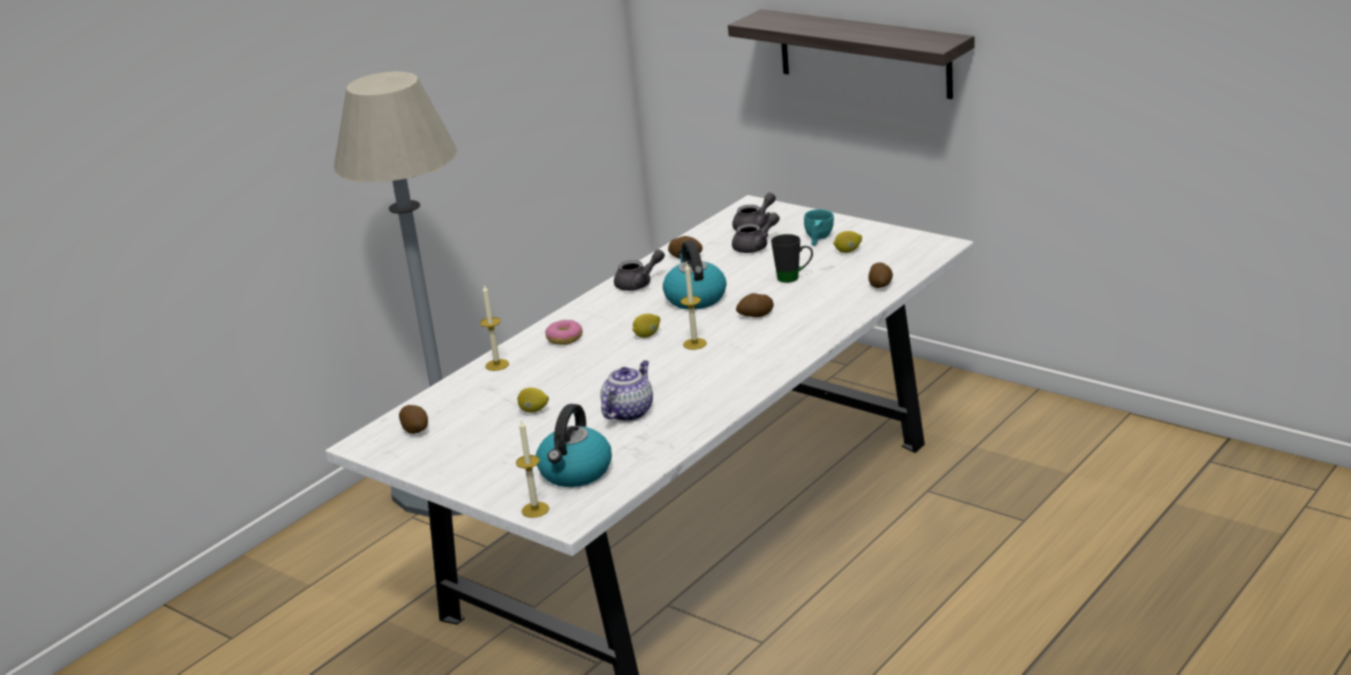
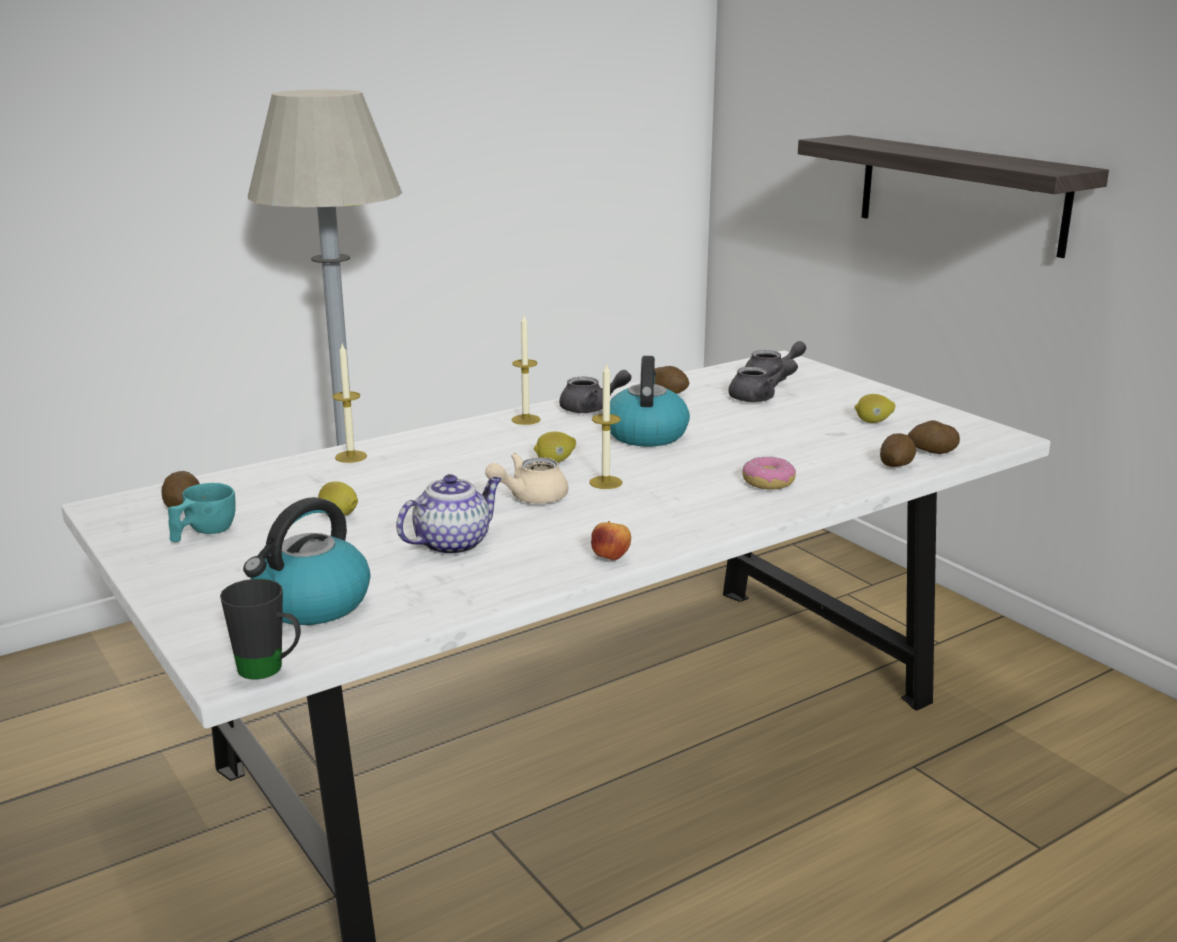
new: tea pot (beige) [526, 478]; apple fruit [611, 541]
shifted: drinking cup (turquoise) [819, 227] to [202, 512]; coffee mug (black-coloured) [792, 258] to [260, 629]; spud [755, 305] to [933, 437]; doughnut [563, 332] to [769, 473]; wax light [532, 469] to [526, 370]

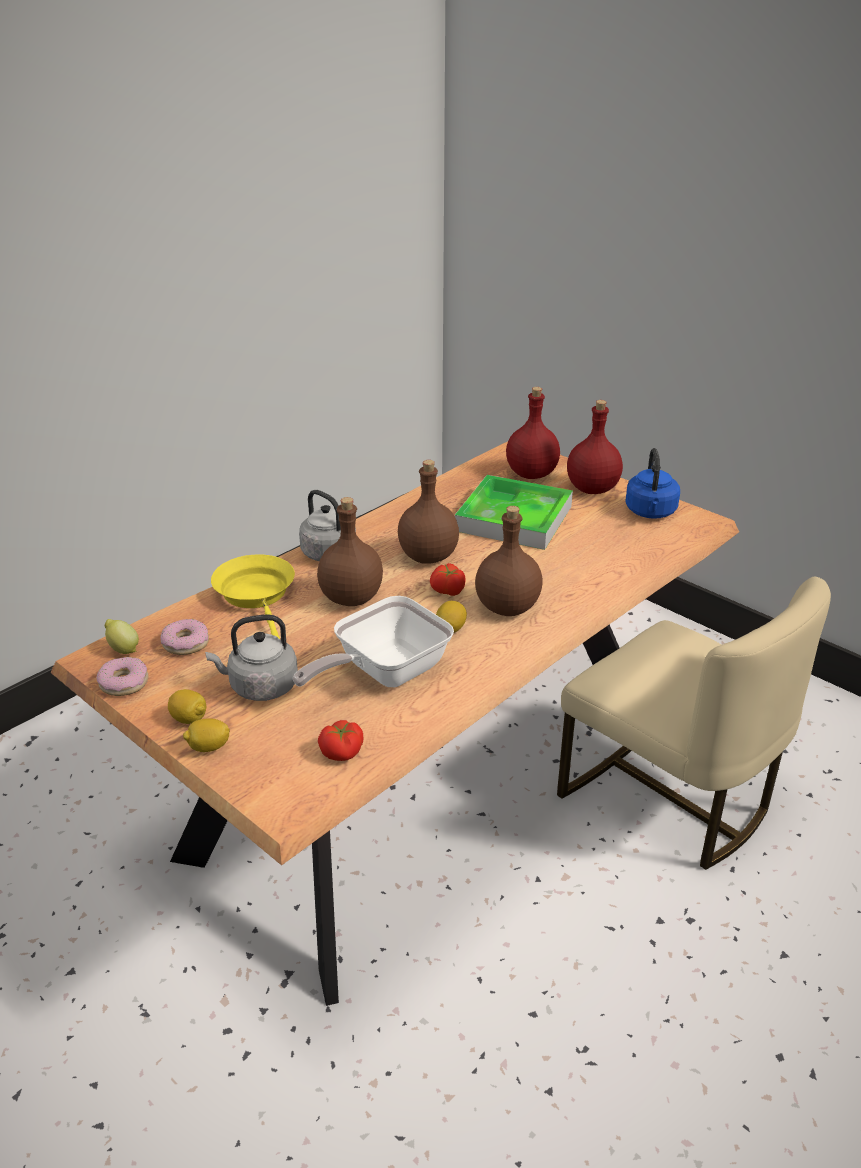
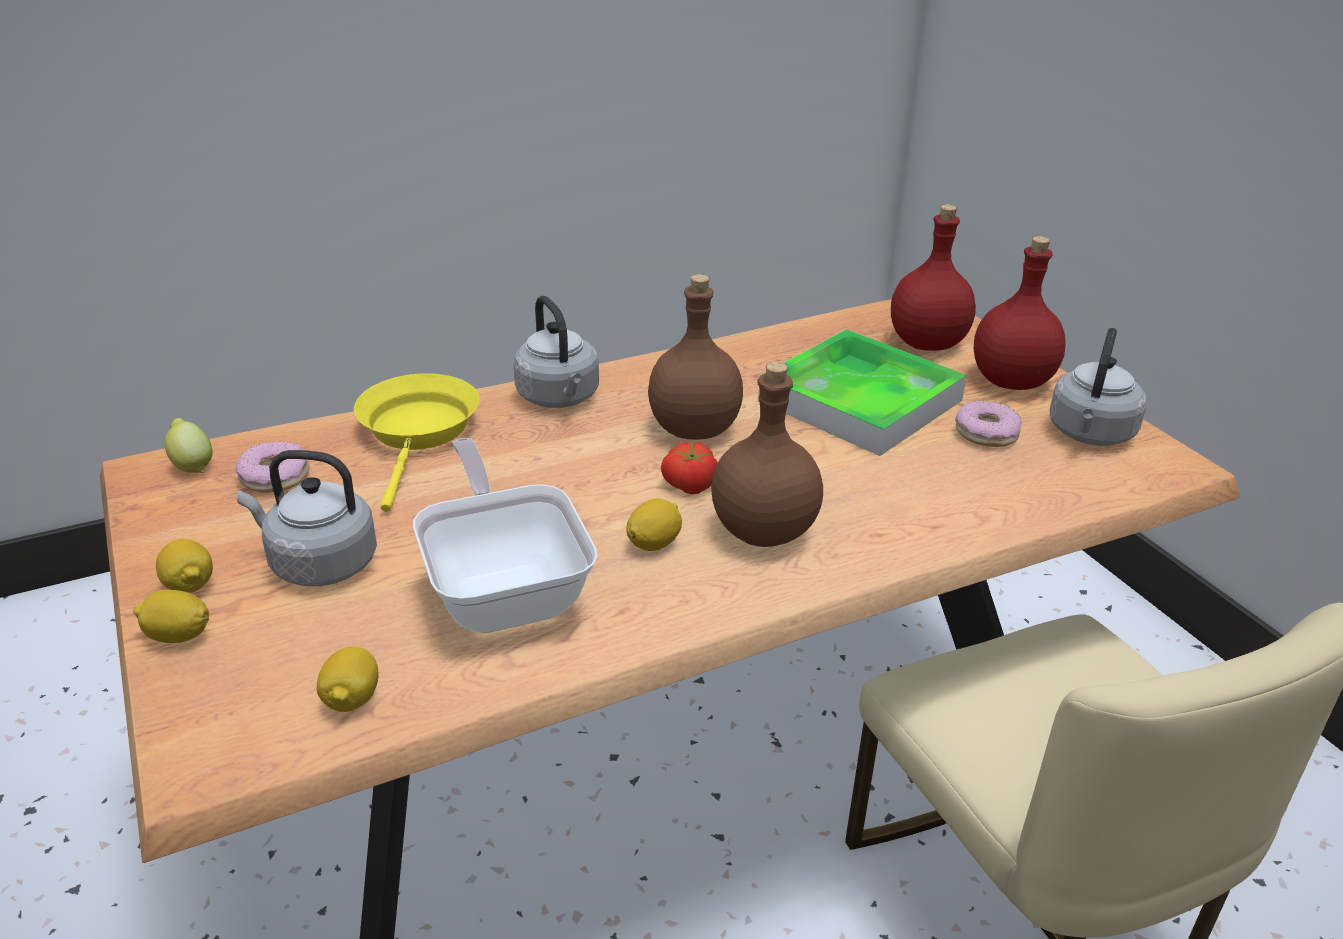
gone: beverage bottle (brown-coloured) [350, 551]
shifted: doughnut [122, 676] to [988, 424]
swapped: tomato [340, 740] to citrus fruit [348, 679]
repainted: tea kettle (bluish) [652, 483] to tea kettle (gray) [1098, 387]
rotated: frying pan [373, 641] = [505, 535] 90 degrees clockwise

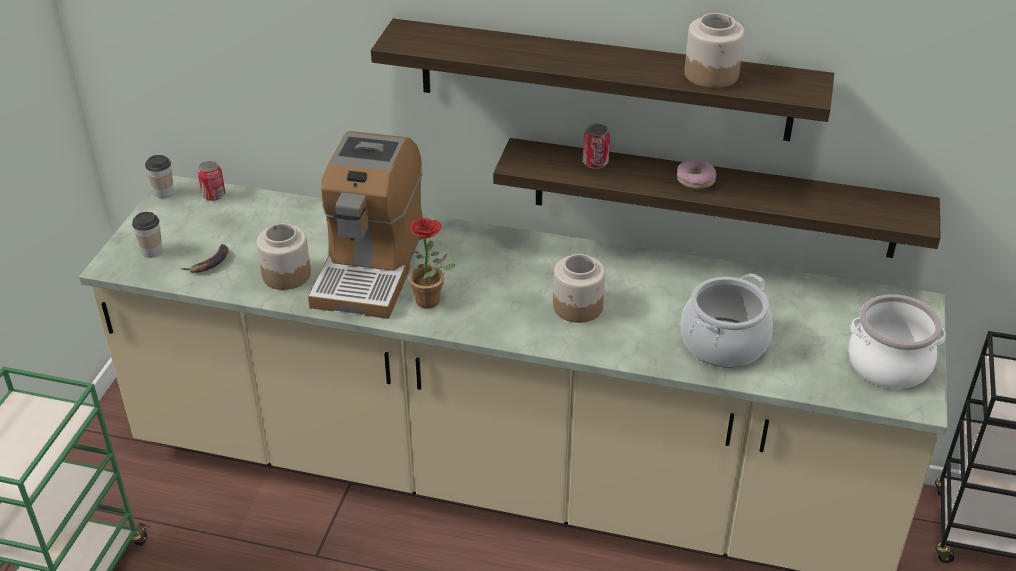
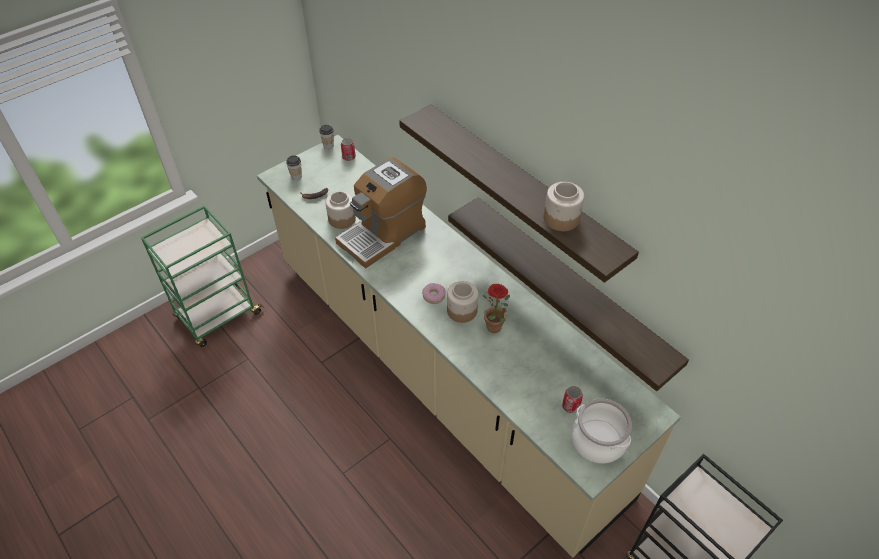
gone: stockpot [727, 320]
shifted: metal can [596, 146] to [572, 399]; doughnut [696, 174] to [433, 293]; plant in a pot [428, 263] to [496, 308]

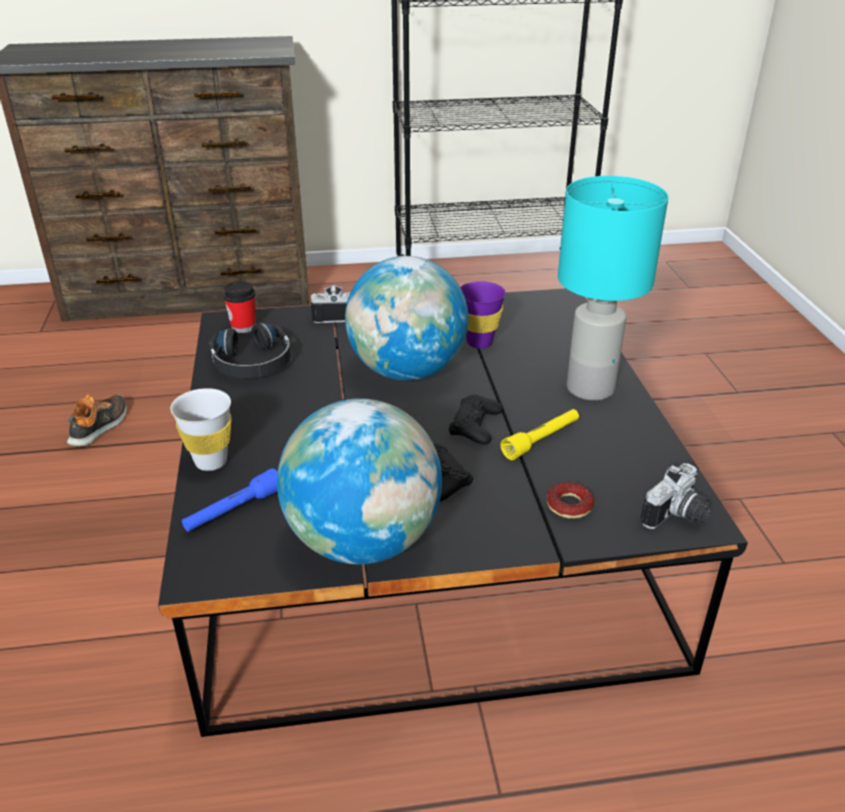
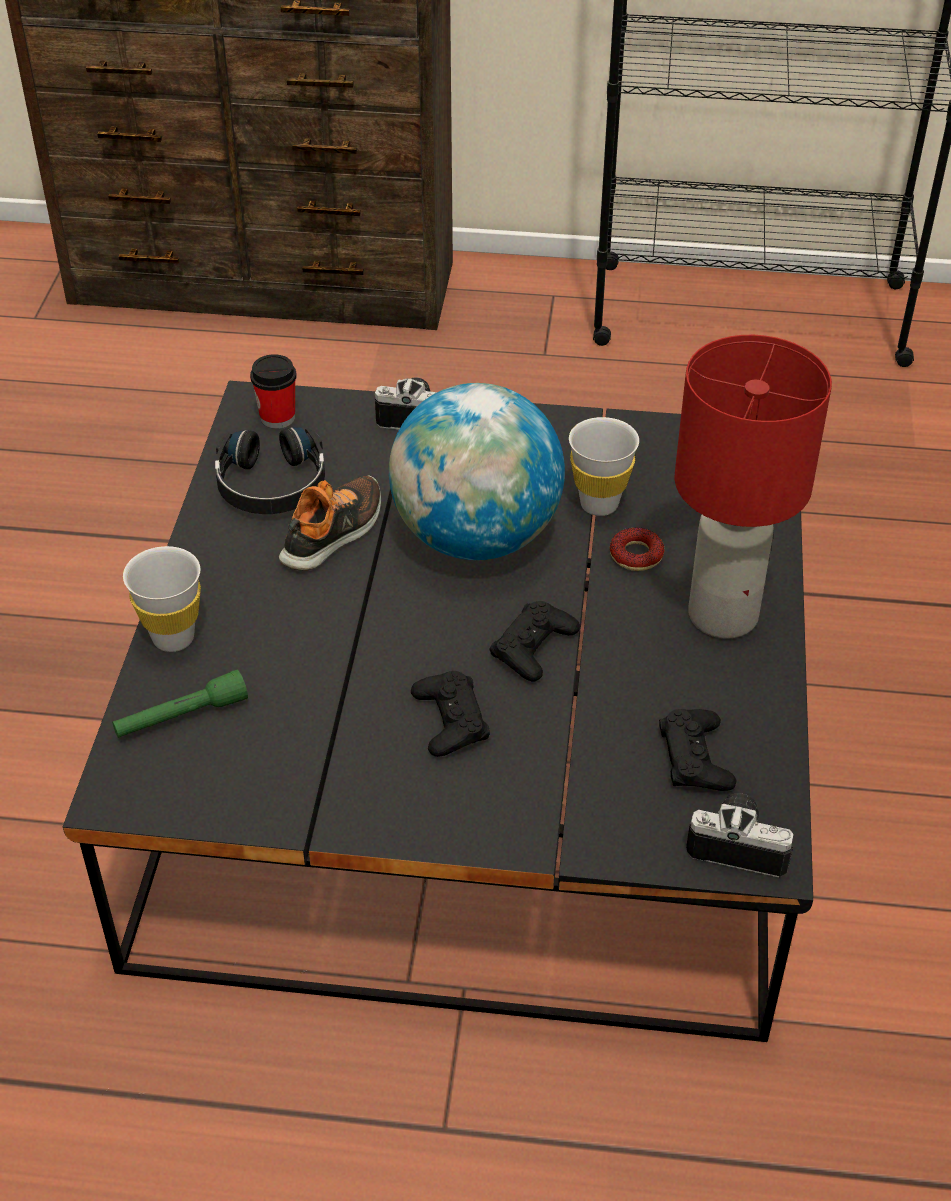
gone: desk globe [359, 481]; flashlight (yellowish) [540, 434]
new: game controller (black-coloured) [697, 750]
shifted: shoe [97, 420] to [330, 523]; doughnut [570, 500] to [637, 549]
repainted: tabletop lamp (turquoise) [613, 288] to tabletop lamp (red-coloured) [753, 487]; drinking cup (purplish) [483, 315] to drinking cup (white) [604, 466]; flashlight (bluish) [229, 500] to flashlight (green) [180, 704]
rotated: still camera [676, 496] = [739, 835] 135 degrees counterclockwise

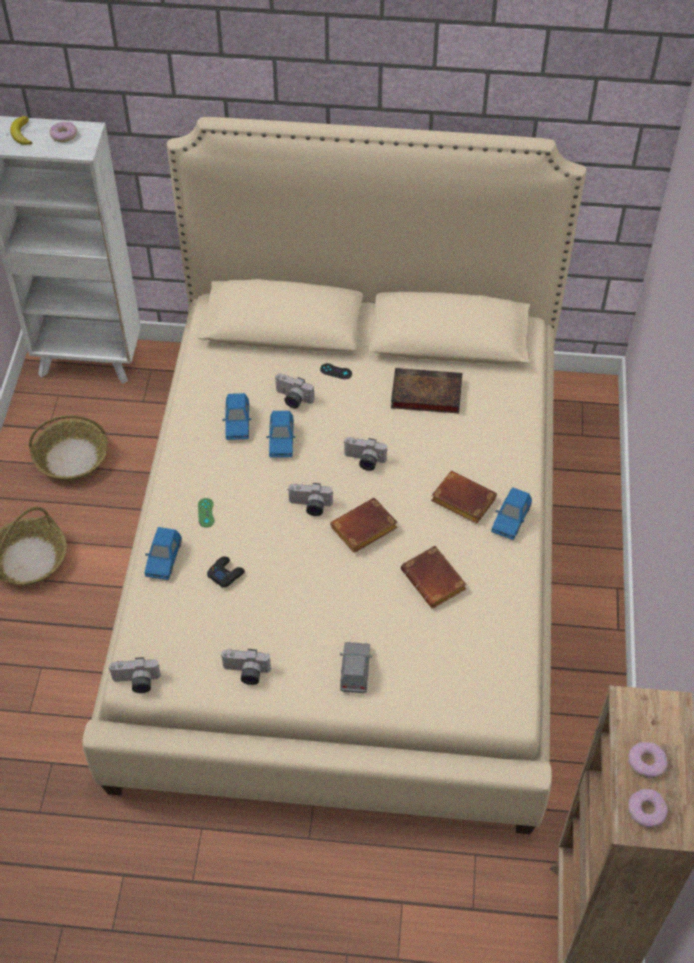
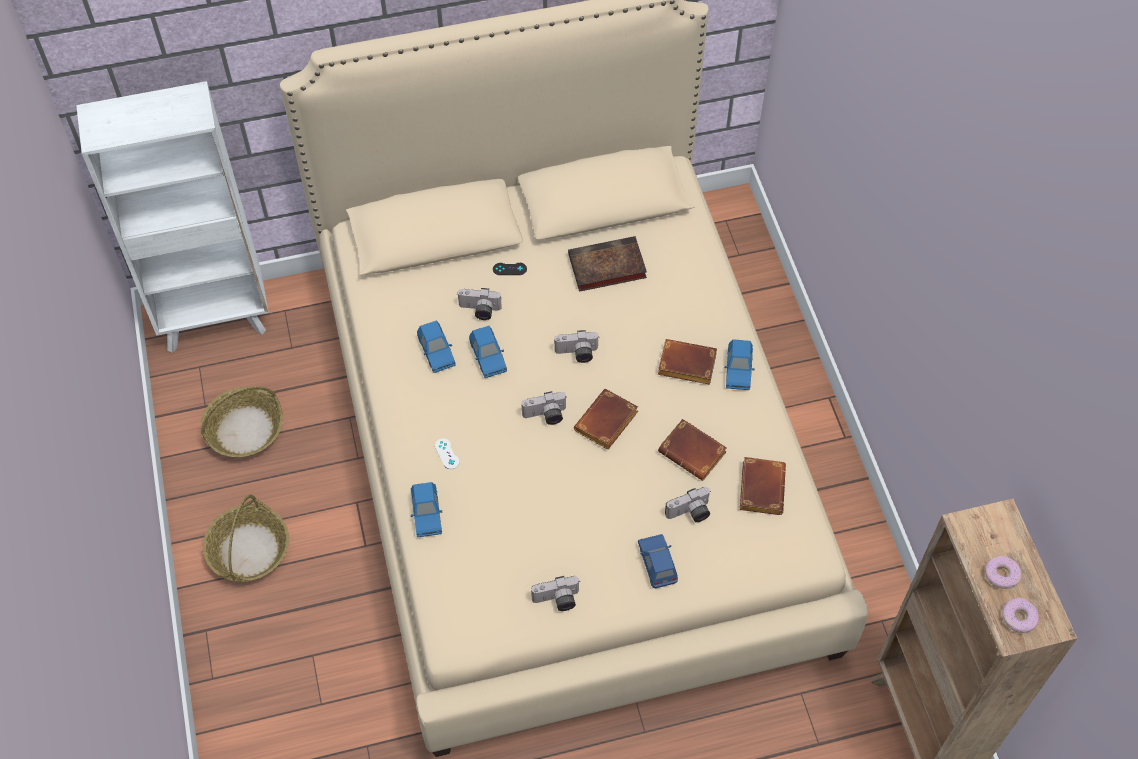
gone: banana fruit [21, 130]; doughnut [63, 132]; game controller (black-coloured) [226, 571]
new: book (brown-coloured) [763, 486]
shifted: still camera [134, 675] to [688, 504]
repainted: game controller (green) [206, 513] to game controller (white) [447, 453]; toy car (gray) [356, 667] to toy car (bluish) [658, 561]

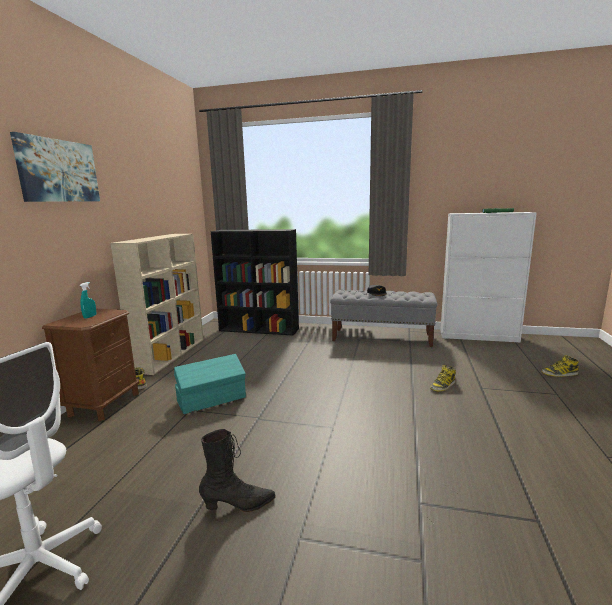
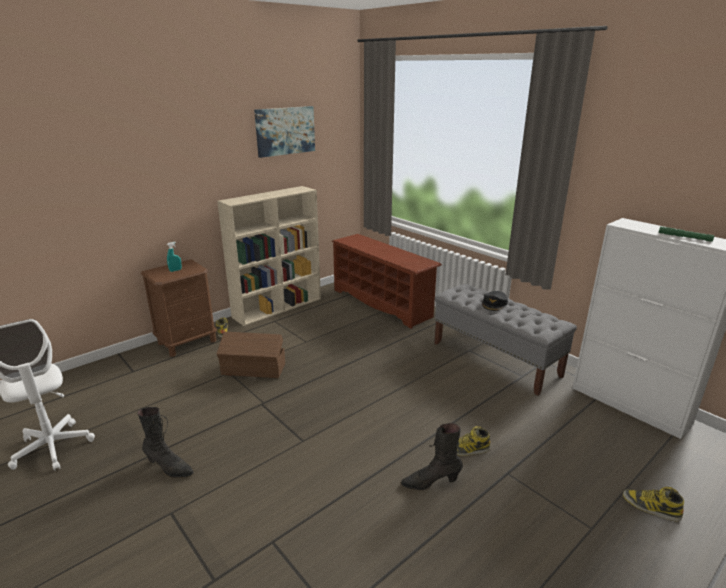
new: boot (black-coloured) [432, 456]
shifted: wall art [55, 167] to [284, 132]
swapped: bookcase (black-coloured) [255, 282] to shoe shelf (brown-coloured) [387, 281]
repainted: storage bin (turquoise) [210, 384] to storage bin (brown-coloured) [251, 355]

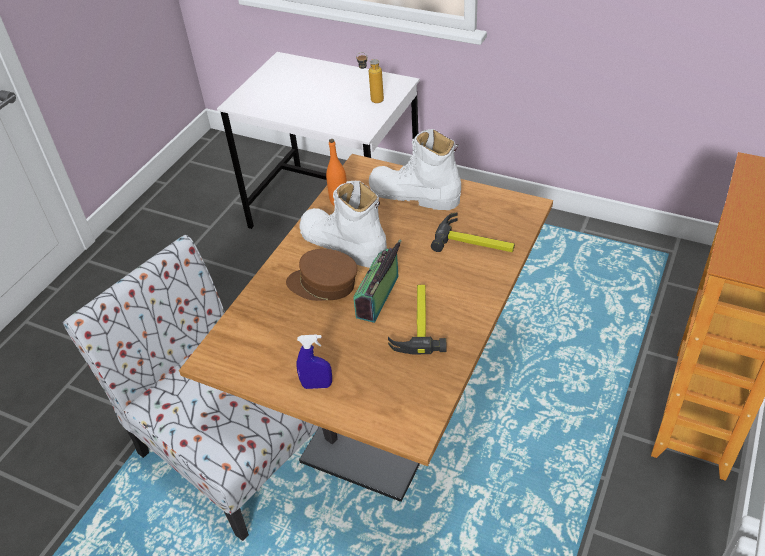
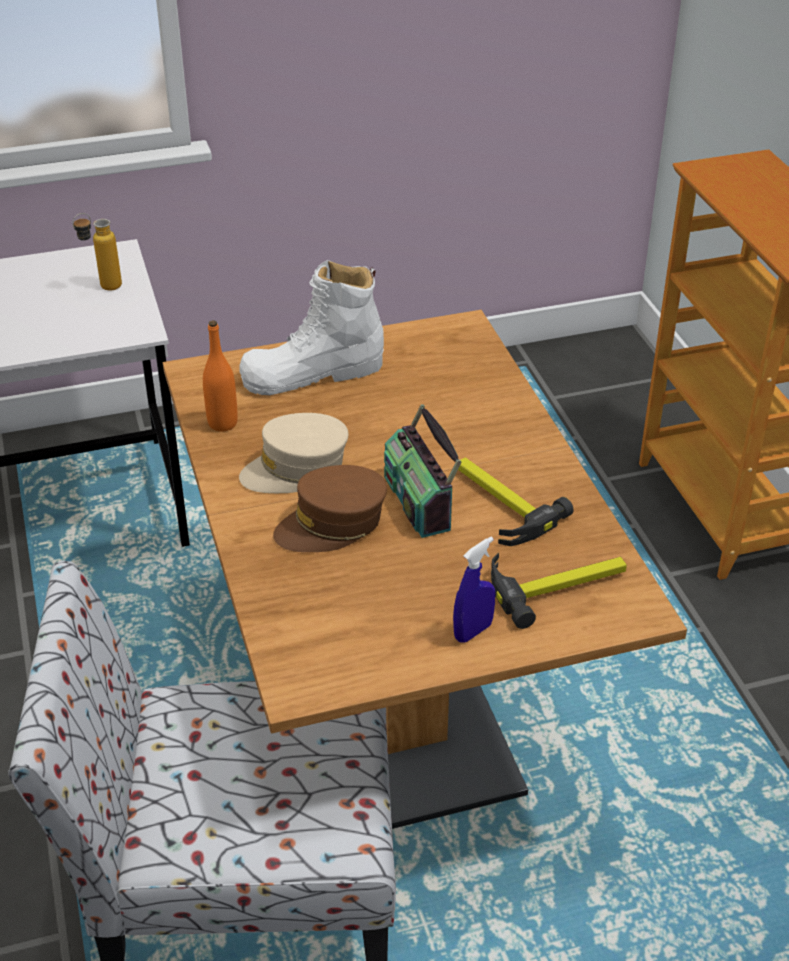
shifted: hammer [473, 232] to [559, 591]
swapped: boot (white) [343, 224] to peaked cap (beige) [294, 453]

